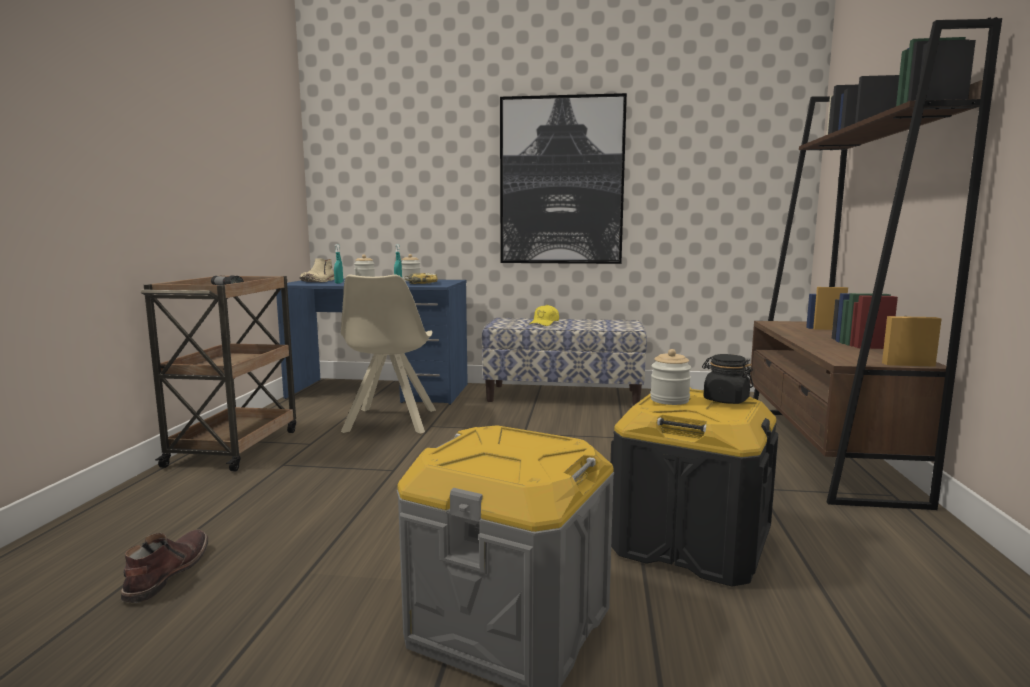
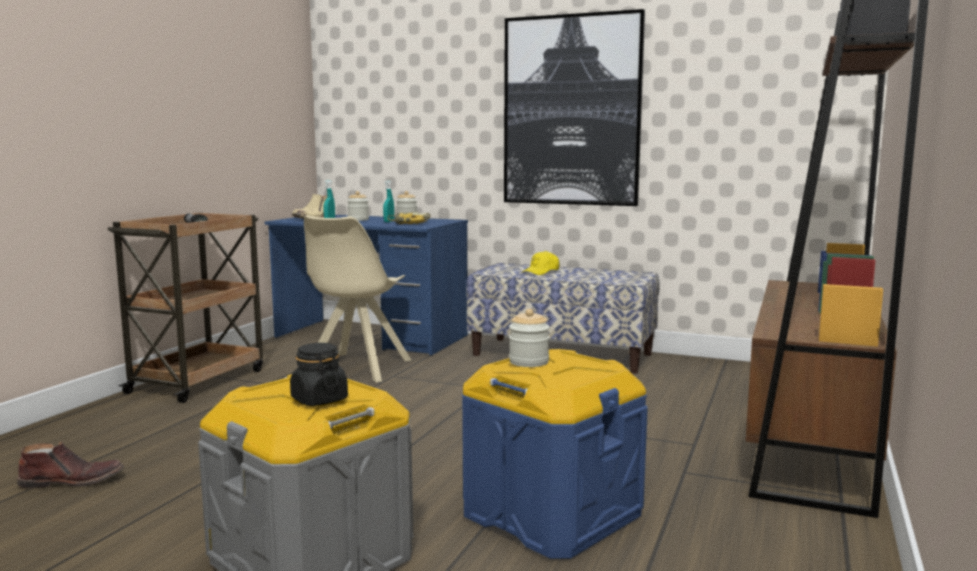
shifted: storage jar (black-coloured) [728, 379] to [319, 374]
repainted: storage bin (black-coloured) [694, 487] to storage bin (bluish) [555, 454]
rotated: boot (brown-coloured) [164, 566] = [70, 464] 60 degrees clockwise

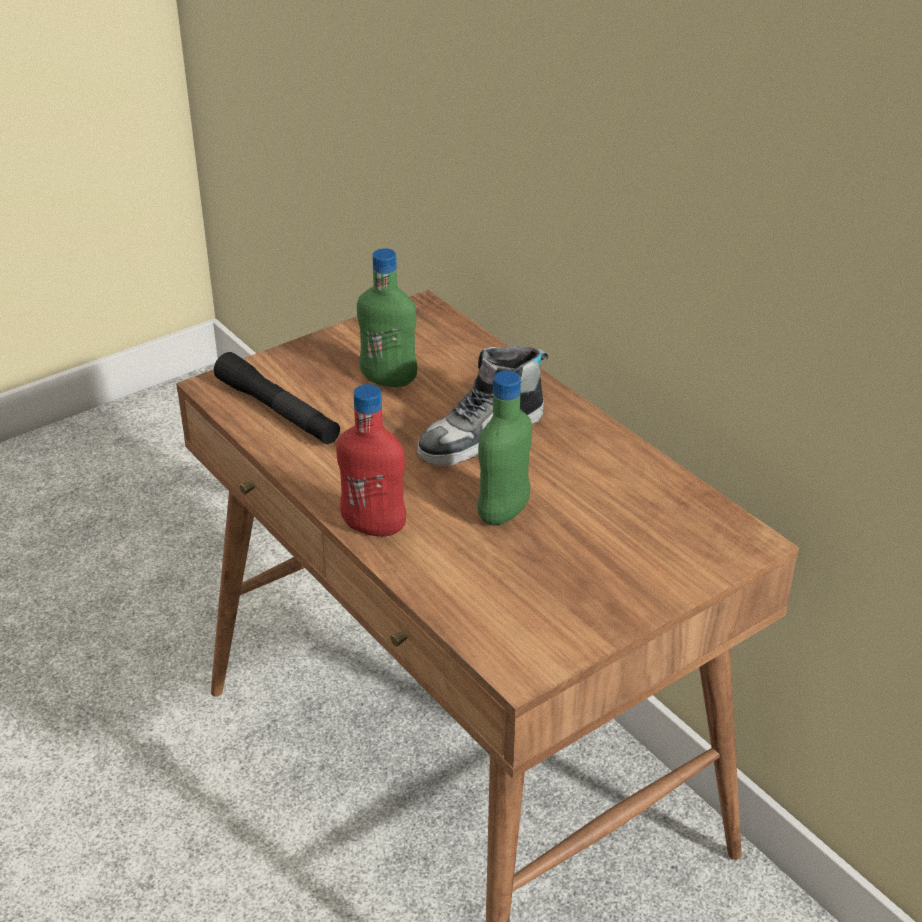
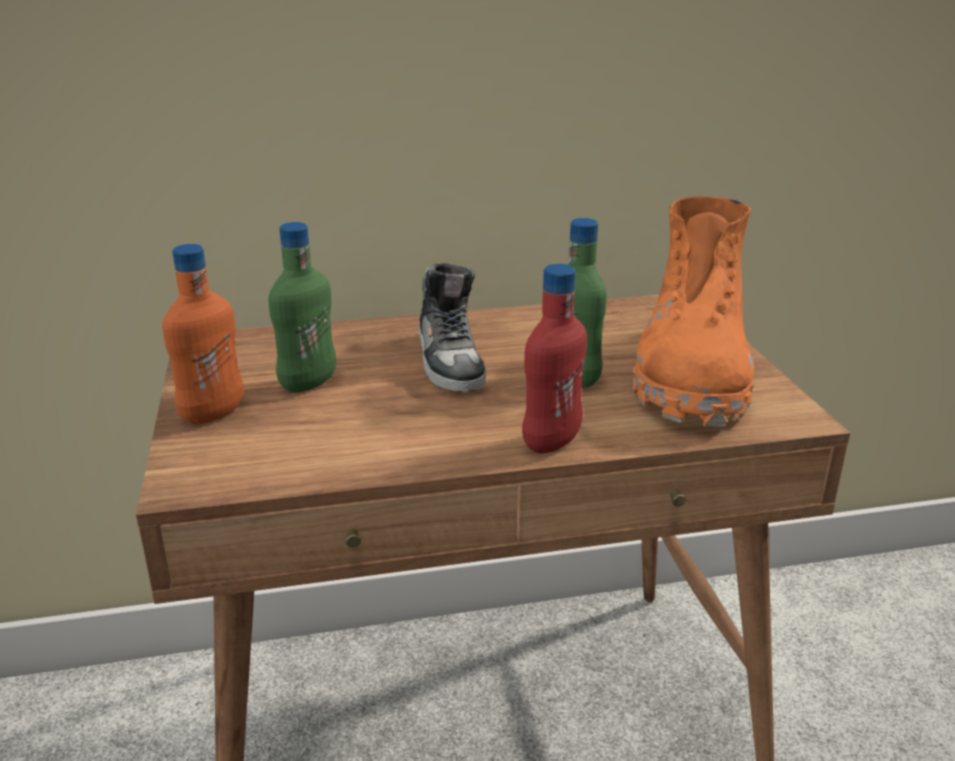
gone: flashlight (black-coloured) [277, 398]
new: boot (orange) [693, 311]; beverage bottle (orange) [203, 334]

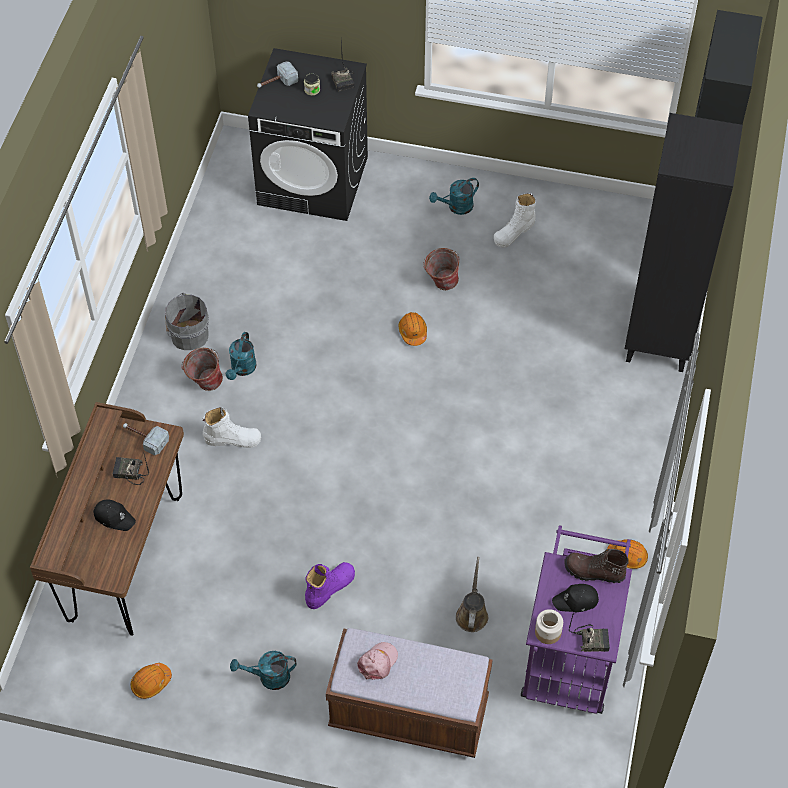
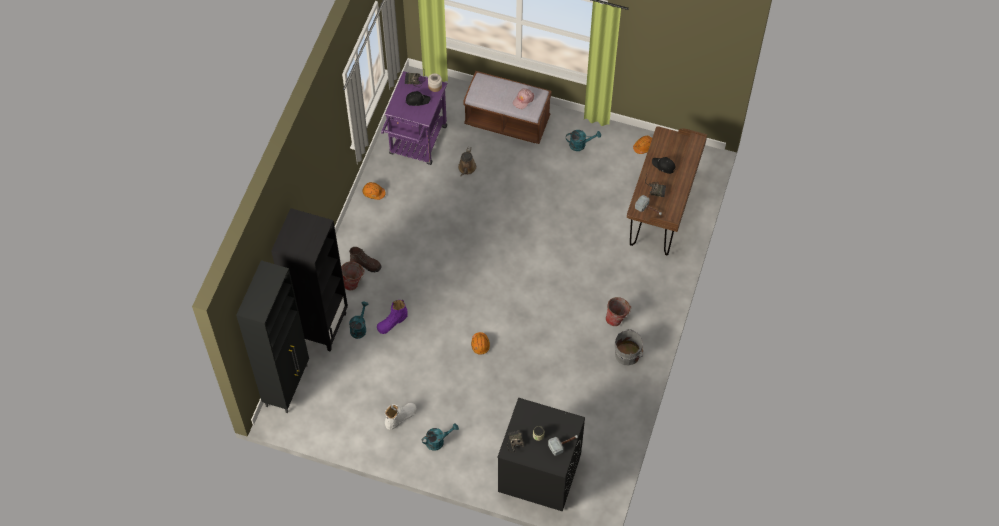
gone: boot (white) [232, 427]
shifted: pail [441, 269] to [352, 275]; sprinkling can (turquoise) [241, 356] to [358, 320]; boot (brown-coloured) [596, 566] to [365, 260]; boot (purplish) [330, 585] to [392, 317]

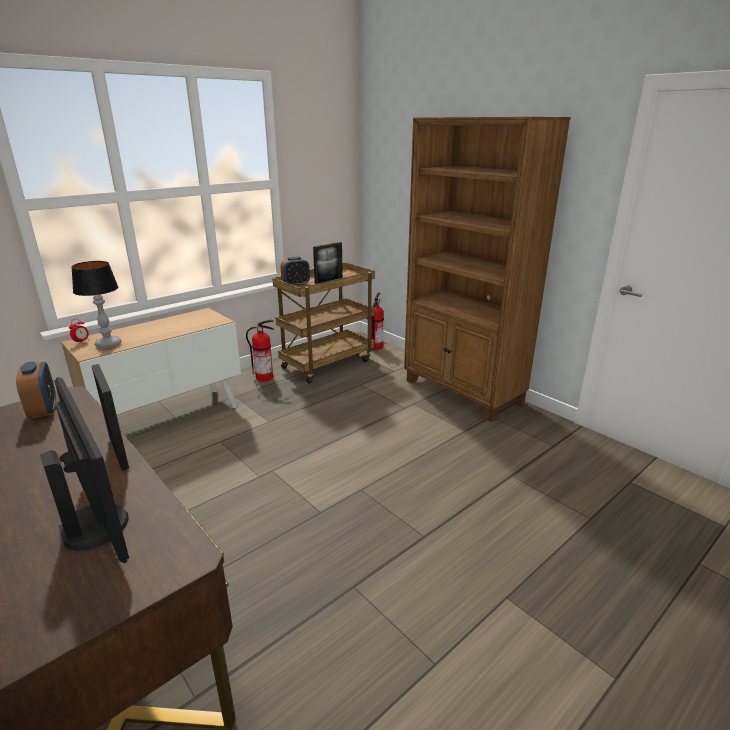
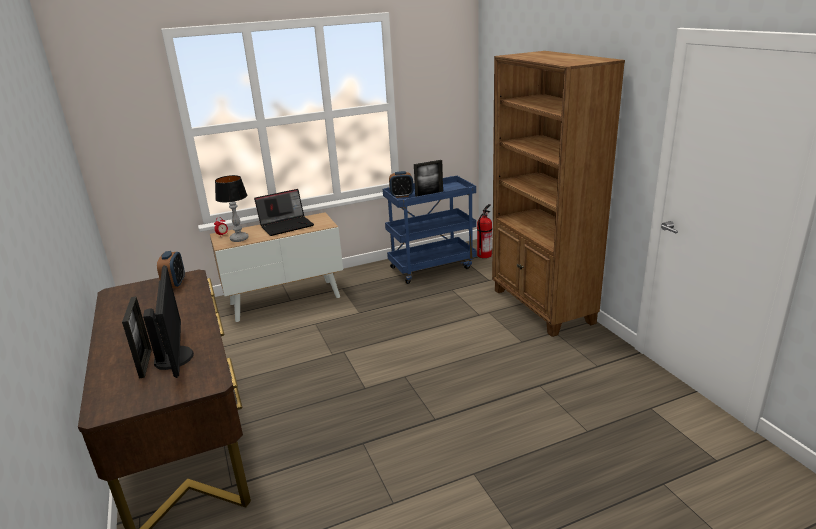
gone: fire-fighting cylinder [260, 350]
new: portable computer [284, 212]
shifted: standing frame [110, 417] to [137, 337]
repainted: cart (brown-coloured) [323, 323] to cart (bluish) [429, 230]

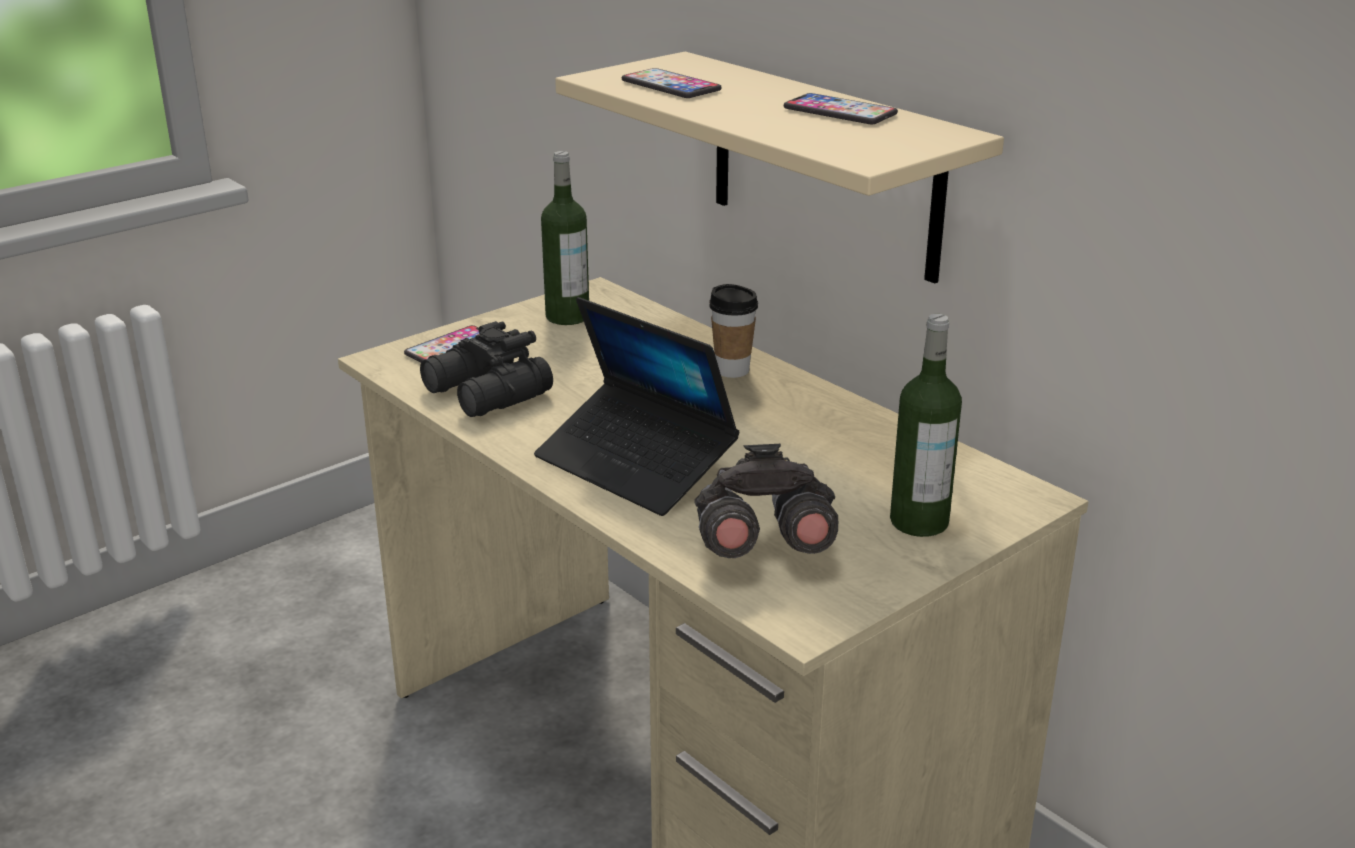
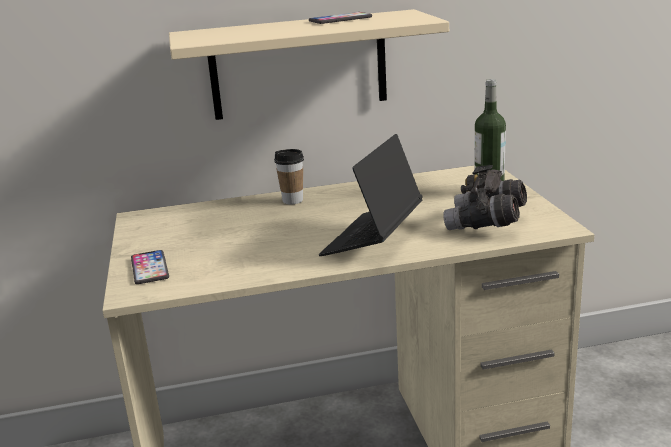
gone: telephone [671, 83]; beverage bottle [565, 238]; binoculars (black-coloured) [486, 369]
rotated: portable computer [636, 406] = [371, 195] 135 degrees clockwise

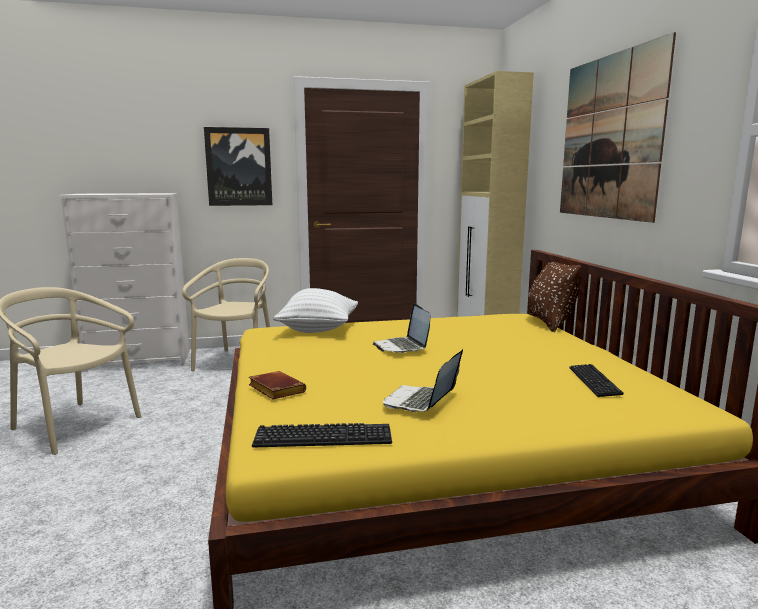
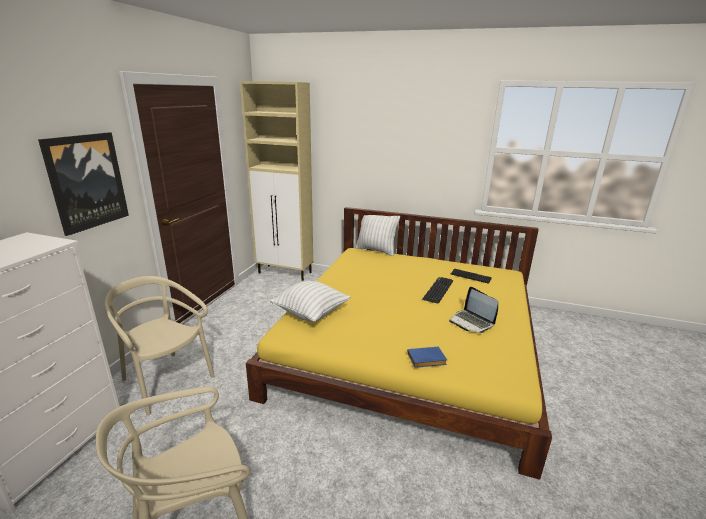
gone: wall art [618, 127]; portable computer [402, 328]
shifted: PC keyboard [322, 435] to [437, 290]
repainted: cushion (brown-coloured) [554, 297] to cushion (white) [378, 235]; book (brown-coloured) [277, 385] to book (bluish) [427, 357]

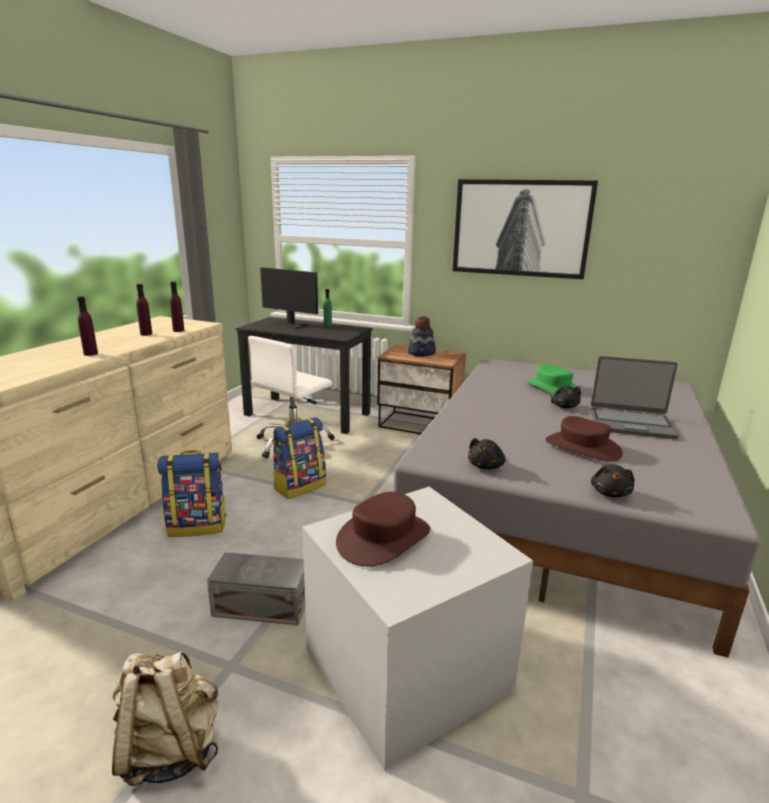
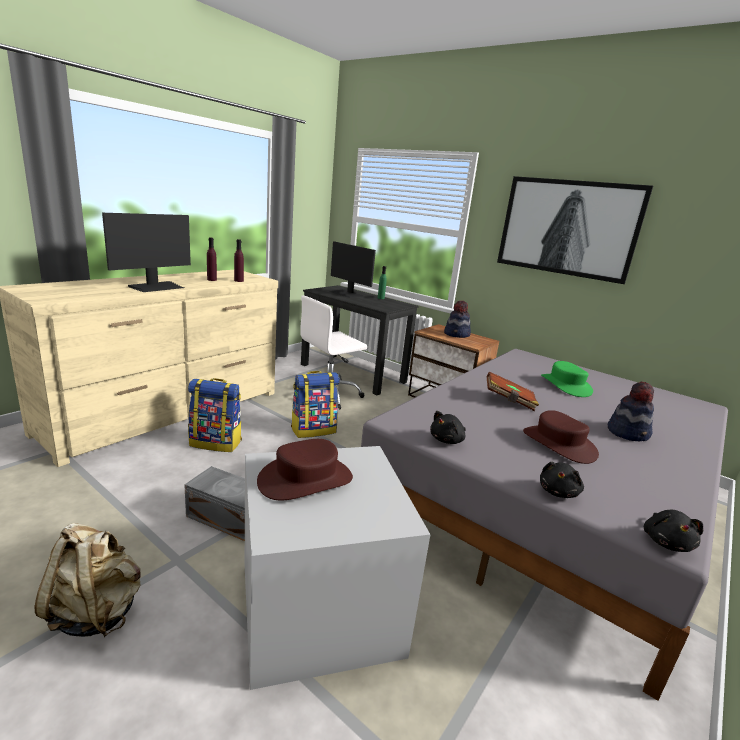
new: book (brown-coloured) [512, 391]
shifted: cuddly toy (black-coloured) [566, 396] to [673, 531]
swapped: beverage bottle (purplish) [87, 326] to monitor [146, 252]; portable computer [634, 397] to hat [631, 411]

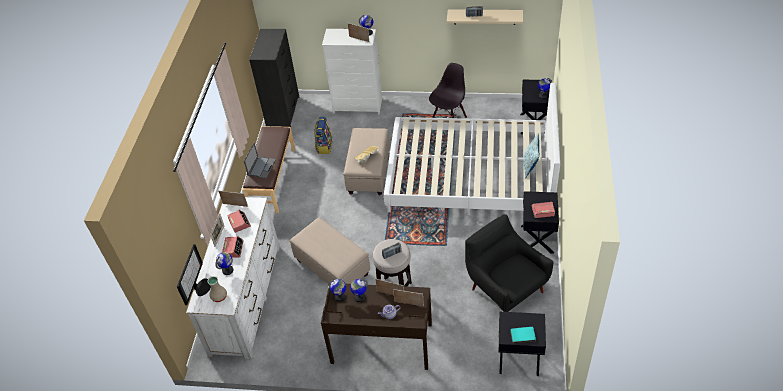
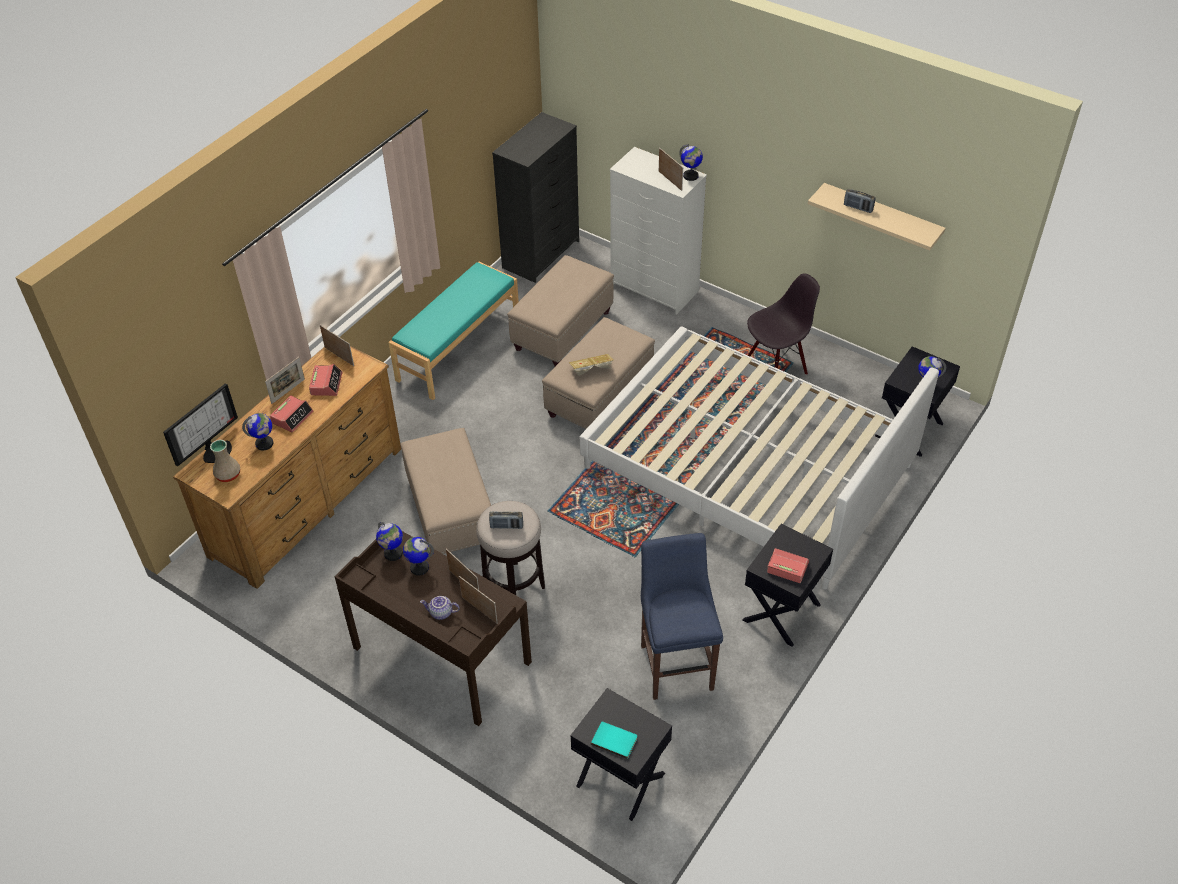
gone: cushion [531, 155]; portable computer [260, 160]
swapped: rucksack [323, 135] to pouffe (beige) [560, 311]; armchair (black-coloured) [509, 263] to stool seat (bluish) [682, 616]
repainted: indoor bench (brown-coloured) [269, 169] to indoor bench (turquoise) [454, 331]; chest of drawers (white) [233, 278] to chest of drawers (brown-coloured) [287, 467]

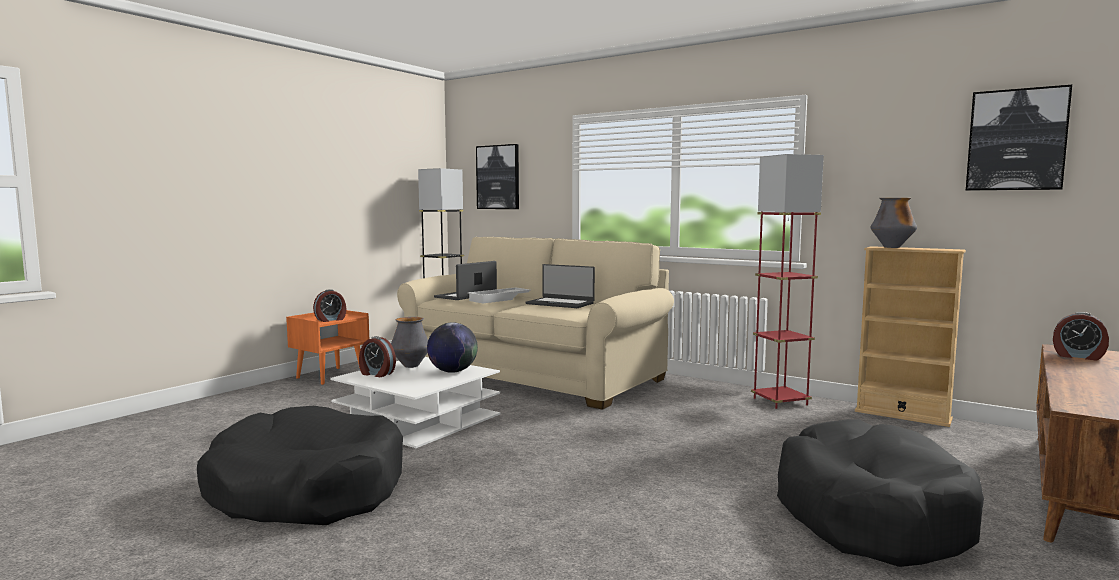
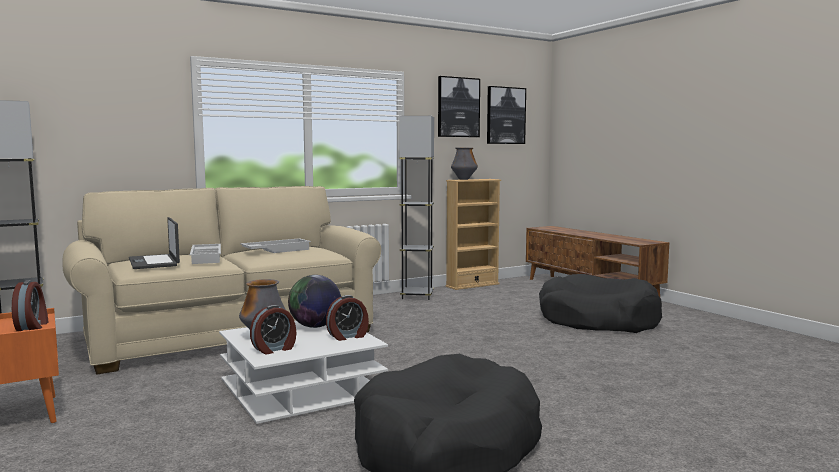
shifted: wall art [497, 176] to [459, 106]; alarm clock [1081, 336] to [347, 318]
swapped: portable computer [560, 286] to tray (white) [275, 245]
repainted: floor lamp (red-coloured) [787, 281] to floor lamp (gray) [416, 208]

